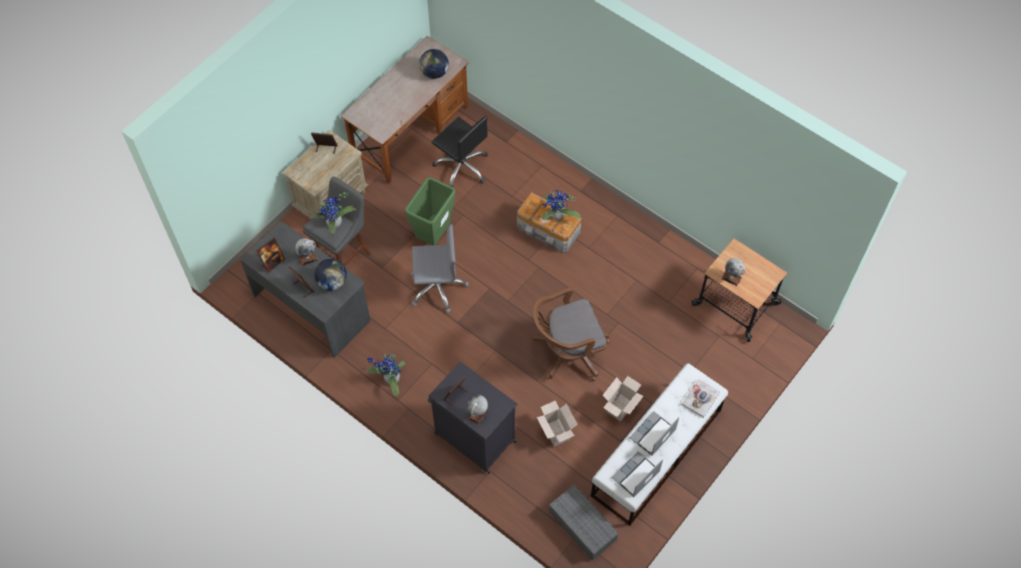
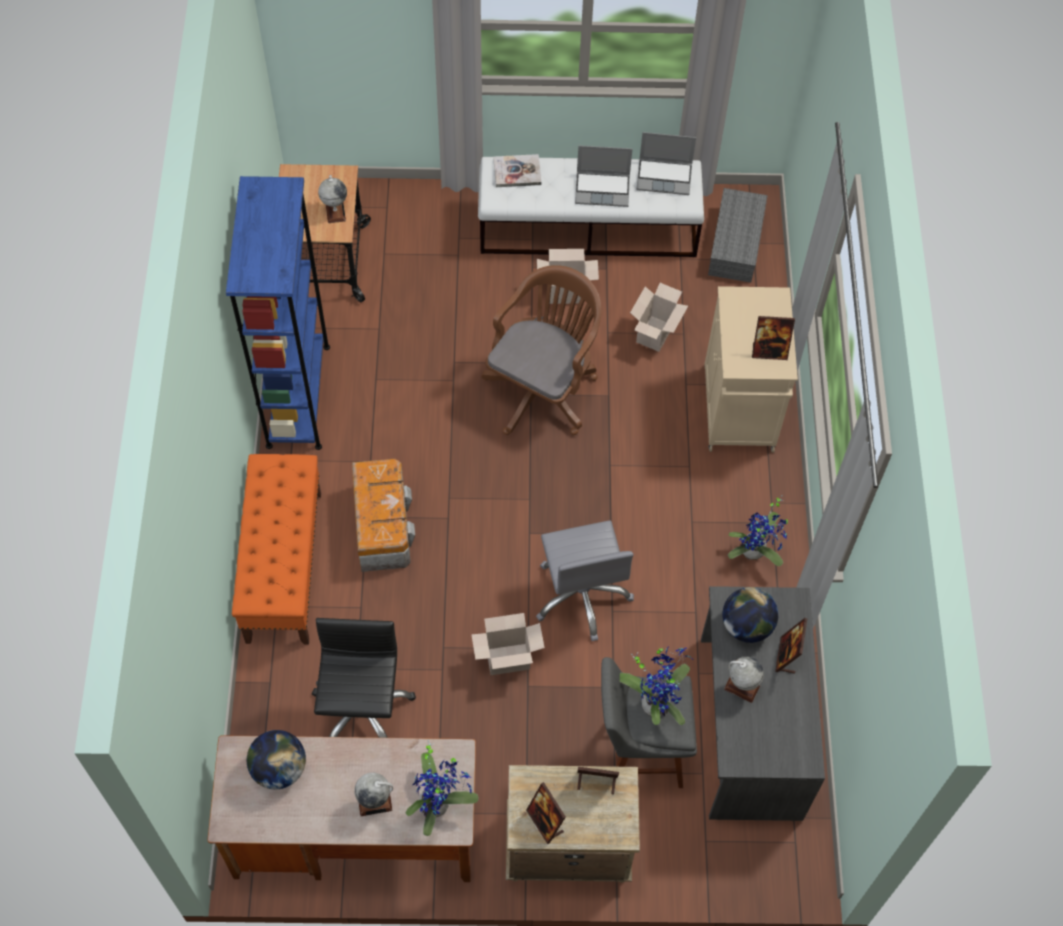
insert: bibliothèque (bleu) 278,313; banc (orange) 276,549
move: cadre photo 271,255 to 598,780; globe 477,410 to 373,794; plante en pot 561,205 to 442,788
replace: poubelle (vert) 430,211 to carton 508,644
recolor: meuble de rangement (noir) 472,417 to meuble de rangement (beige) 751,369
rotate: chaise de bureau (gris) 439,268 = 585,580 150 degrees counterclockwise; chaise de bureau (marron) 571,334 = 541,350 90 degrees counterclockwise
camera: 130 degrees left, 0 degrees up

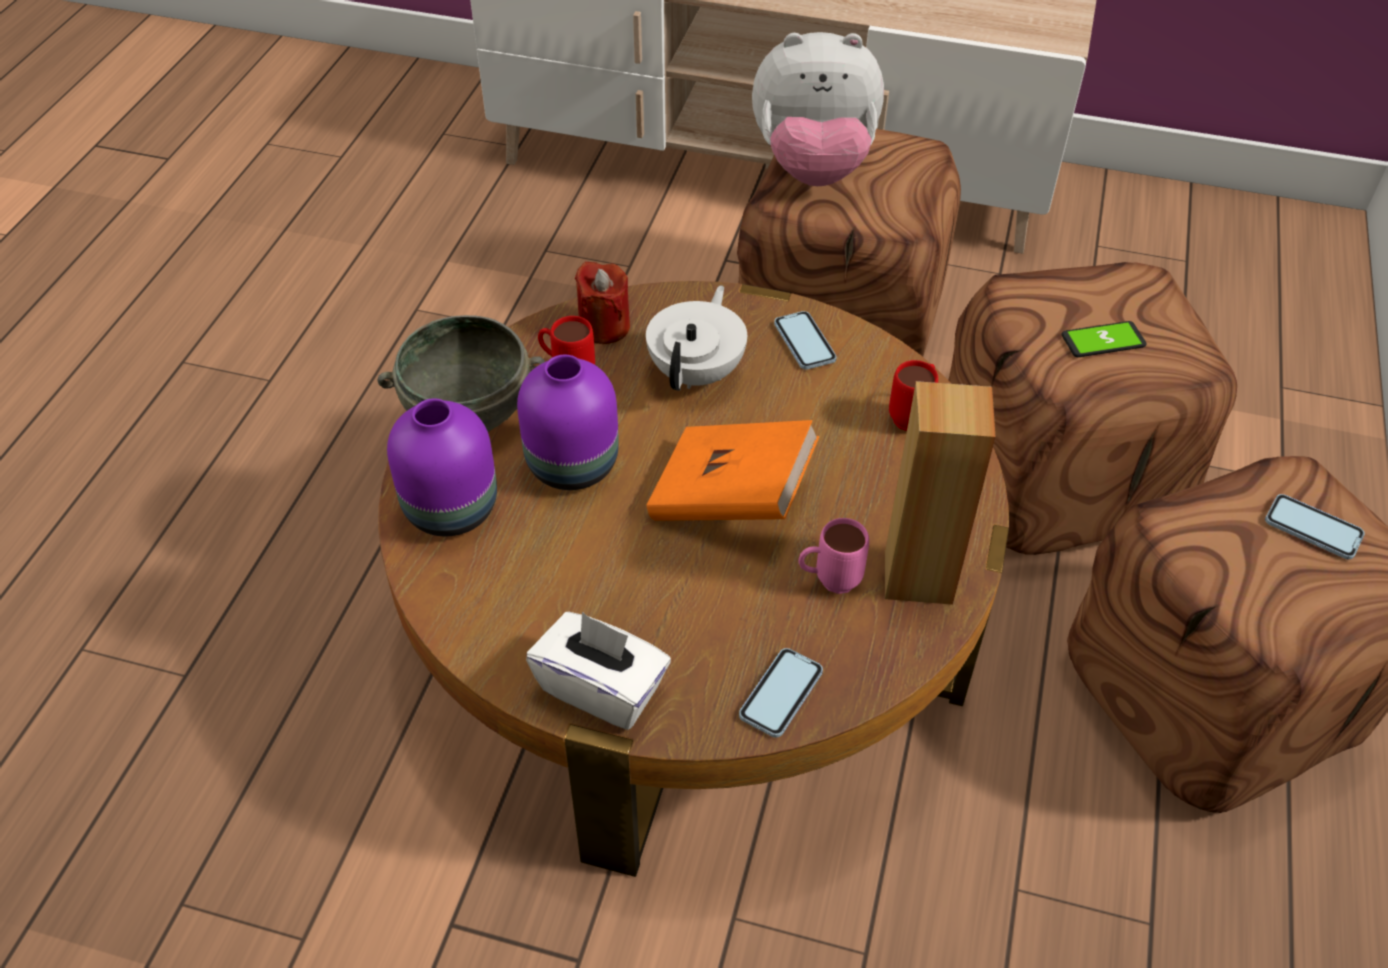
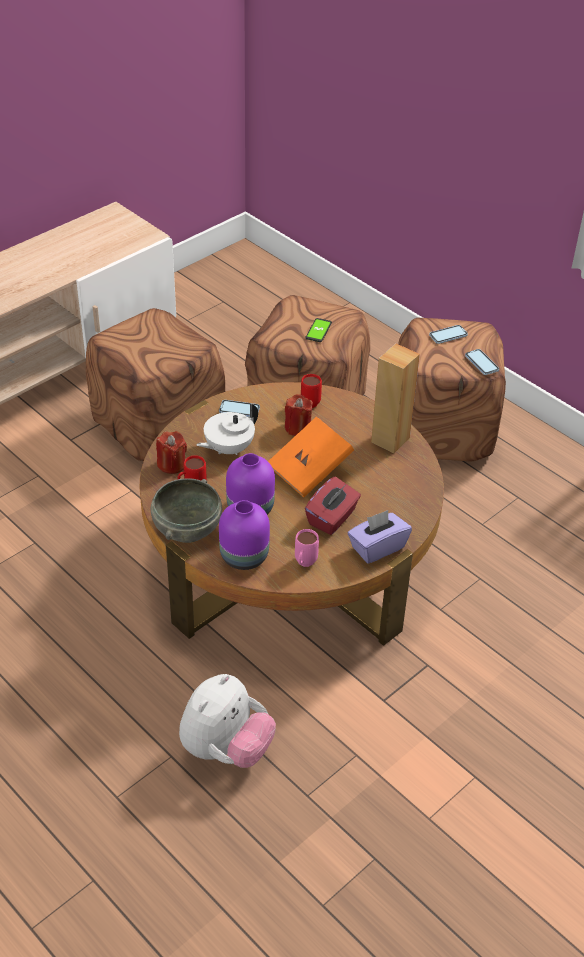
insert: bougie (rouge) 299,415; boîte à mouchoirs (rouge) 333,506
move: téléphone 781,692 to 482,362; peluche 818,109 to 227,721; mug (rose) 834,556 to 307,548
recolor: boîte à mouchoirs (blanc) 598,671 to boîte à mouchoirs (violet) 380,537
rotate: théière (blanc) 696,338 = 227,429 90 degrees counterclockwise
camera: 60 degrees left, 5 degrees down

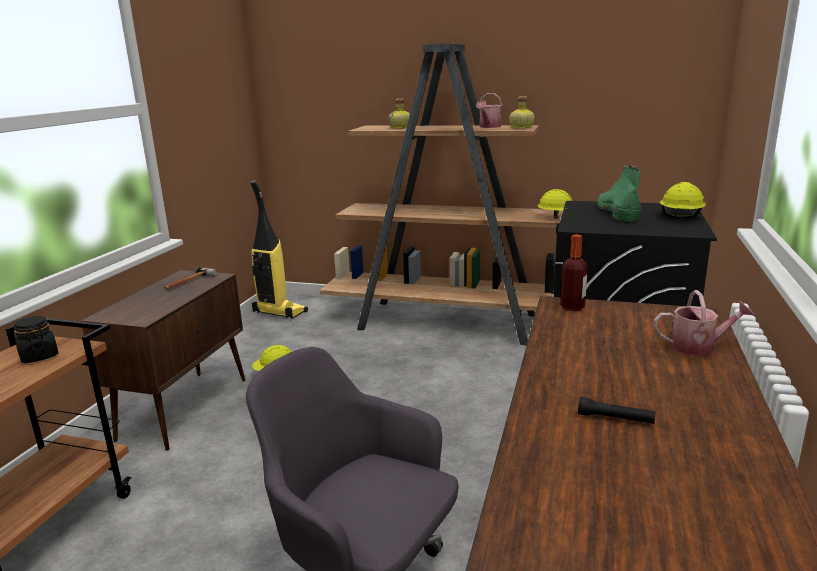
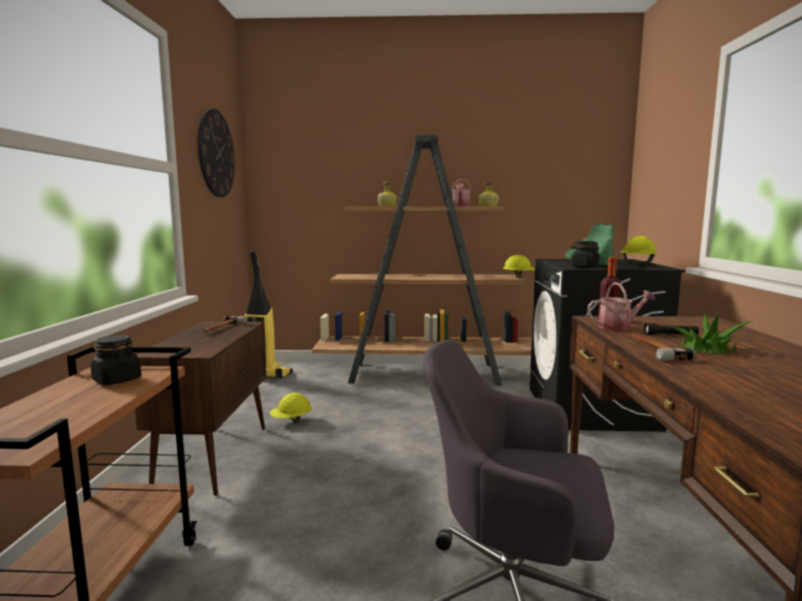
insert: horloge murale 216,152; bocal (noir) 585,254; marteau 664,347; plante en pot 710,333
move: lampe de poche (noir) 616,410 to 671,329; arrosoir 704,323 to 621,307
camera: 15 degrees left, 10 degrees down

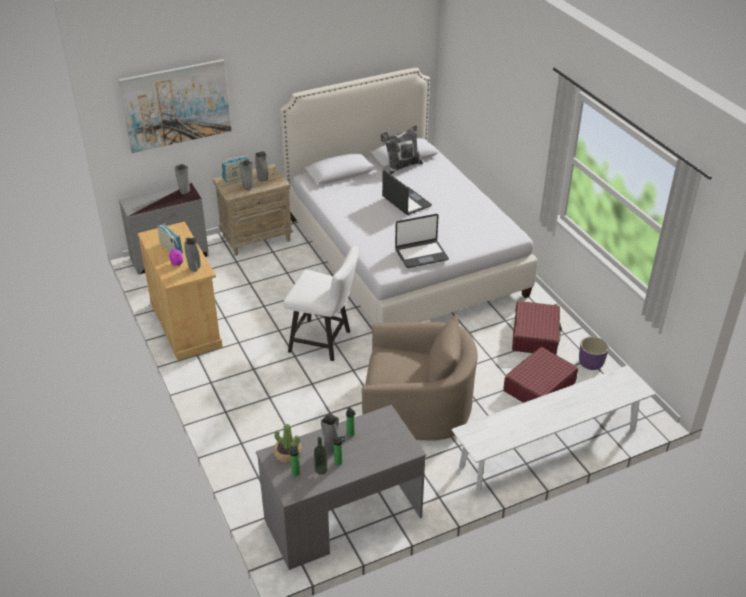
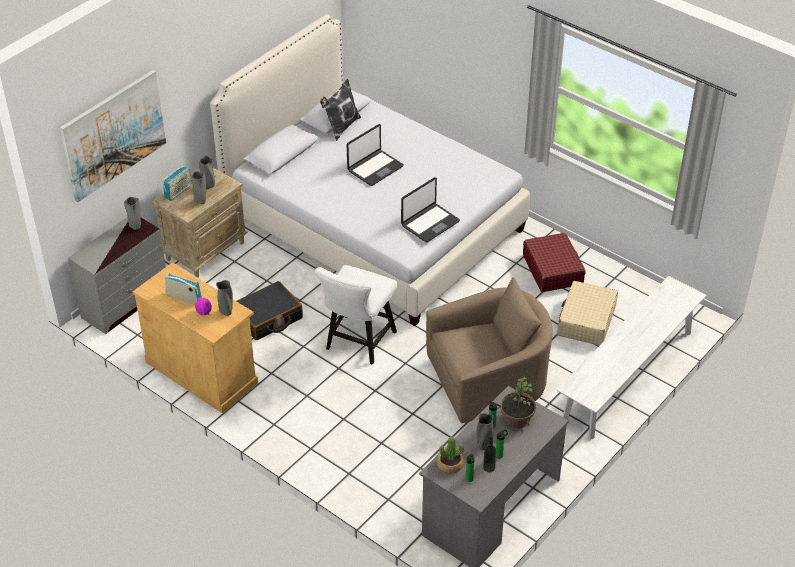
delete: cache-pot (violet) 594,353
insert: valise (noir) 270,310; plante en pot 518,402
recolor: valise (rouge) 541,375 to valise (beige) 587,313
rotate: chaise (blanc) 321,303 = 356,315 120 degrees clockwise; ordinateur portable 407,192 = 375,155 105 degrees clockwise
camera: 25 degrees left, 5 degrees up

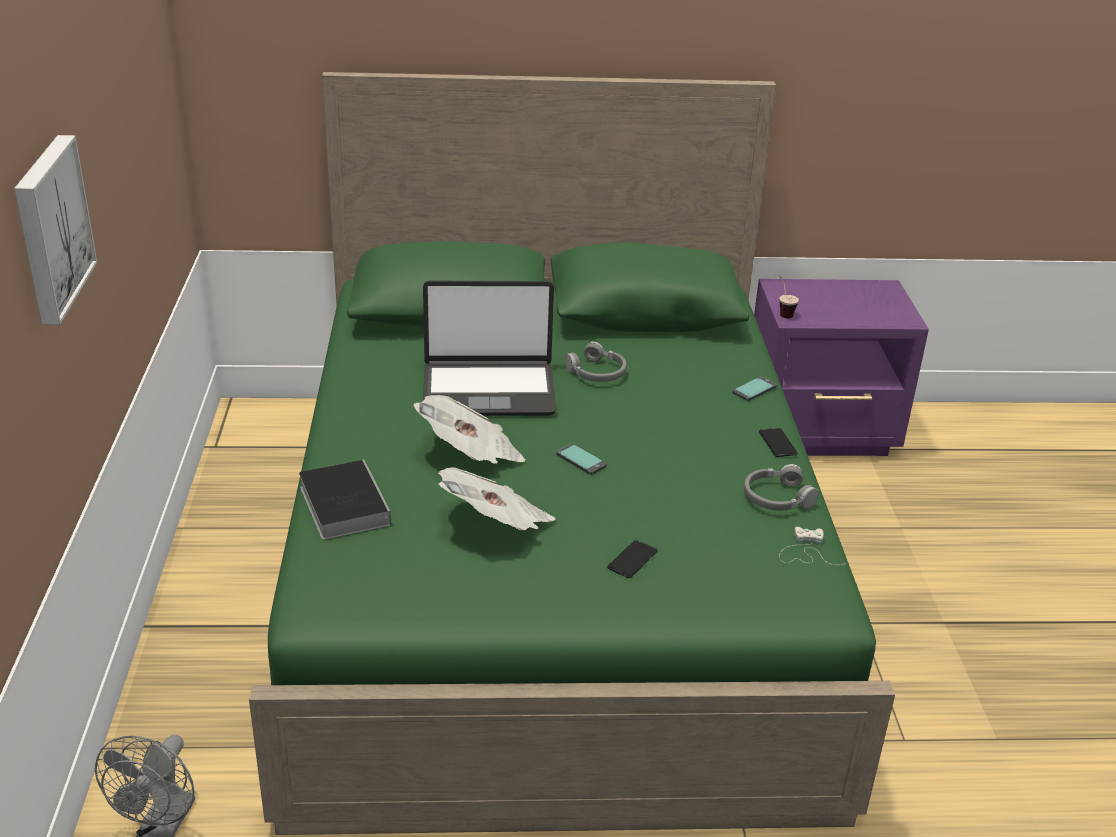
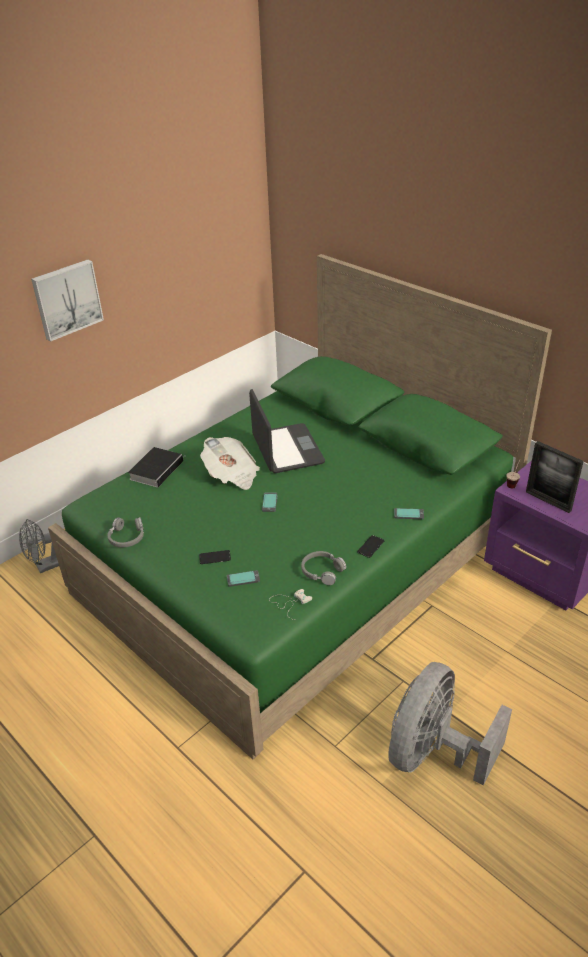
delete: journal 497,499
insert: téléphone 243,578; ventilateur (gris) 450,723; cadre photo 555,477
move: casque audio (gris) 595,361 to 125,532
rotate: ordinateur portable 490,348 = 287,431 150 degrees counterclockwise
camera: 50 degrees right, 5 degrees up

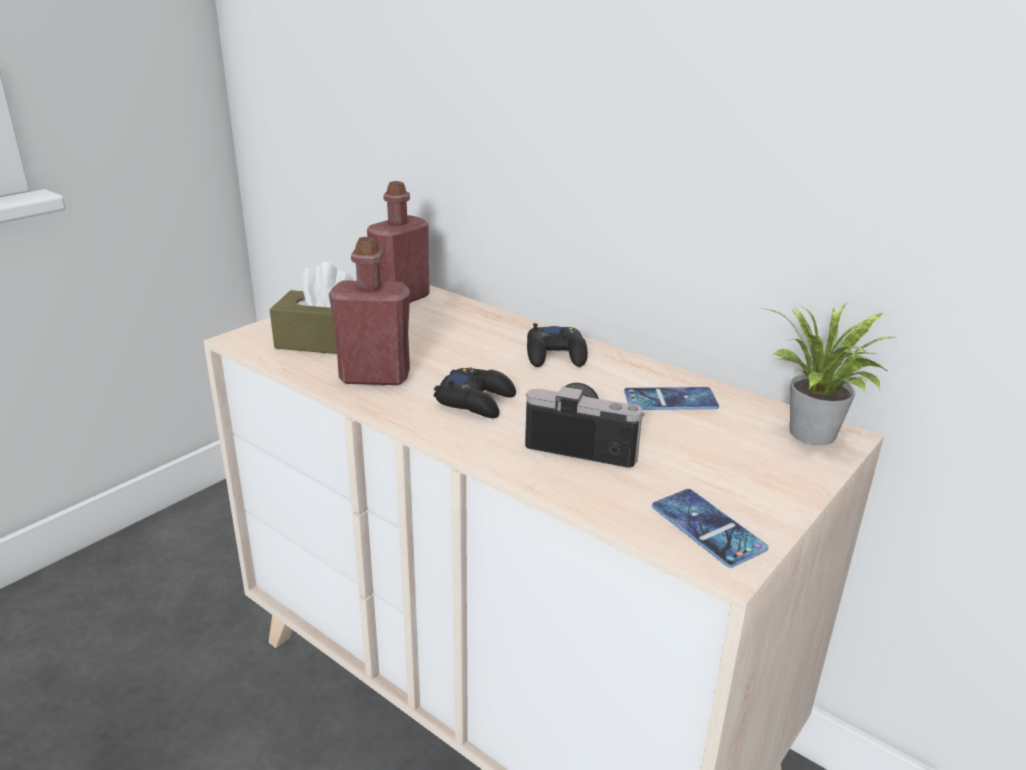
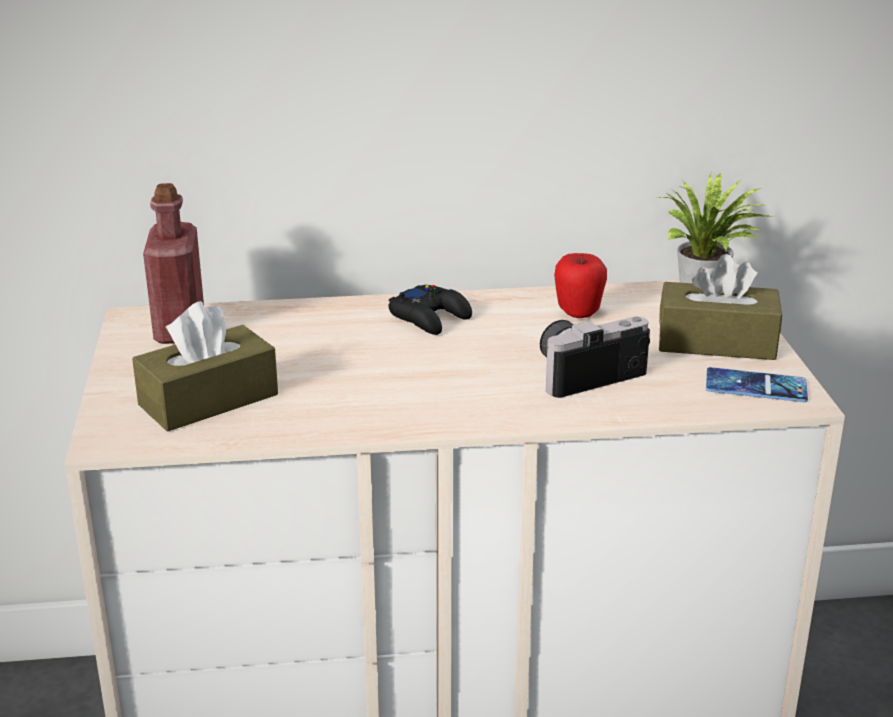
delete: bouteille (rouge) 369,311; manette (noir) 475,392
insert: boîte à mouchoirs (marron) 720,307
replace: téléphone 671,398 to pomme 580,285
camera: 45 degrees left, 0 degrees up

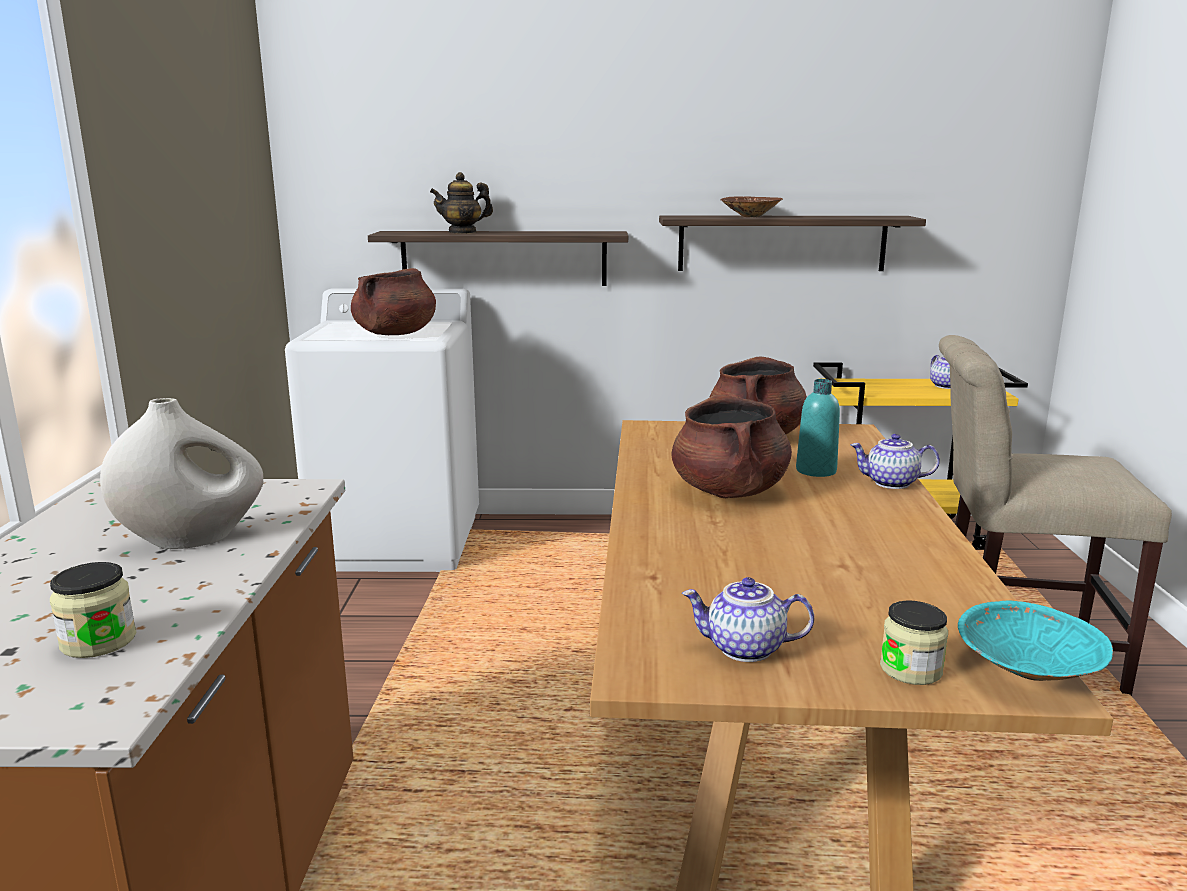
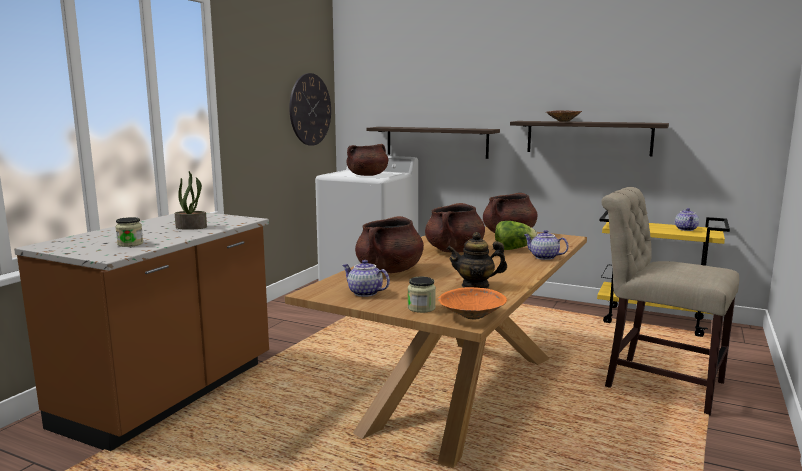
insert: horloge murale 310,109; marmite (marron) 389,244
move: théière 461,203 to 477,260
replace: vase (blanc) 182,473 to plante en pot 191,200; bouteille (turquoise) 818,428 to laitue 516,235
recolor: bol (turquoise) 1035,641 to bol (orange) 472,303
camera: 25 degrees right, 5 degrees down

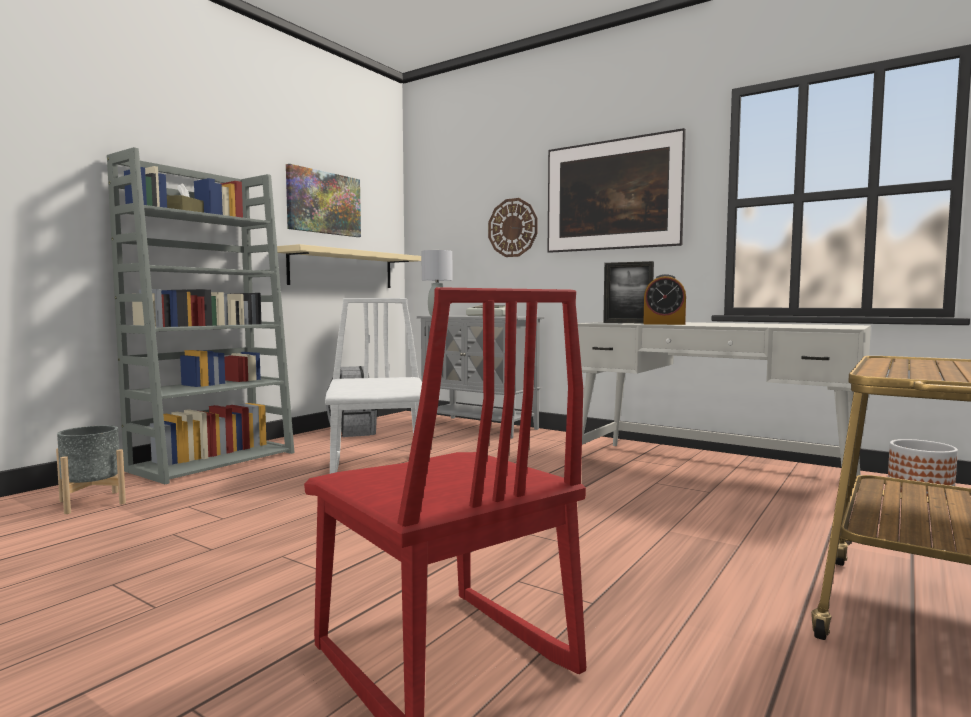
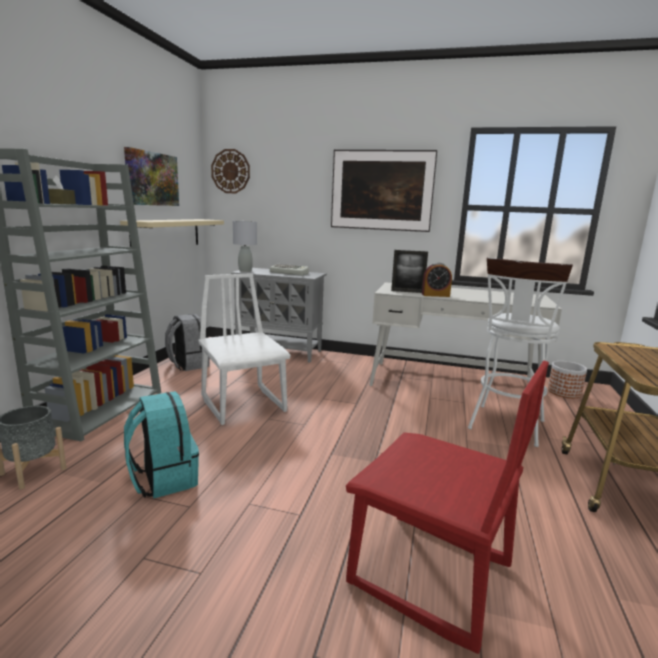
insert: sac à dos (turquoise) 161,444; tabouret (blanc) 520,352
move: horloge murale 513,227 to 230,171
camera: 20 degrees left, 10 degrees up

